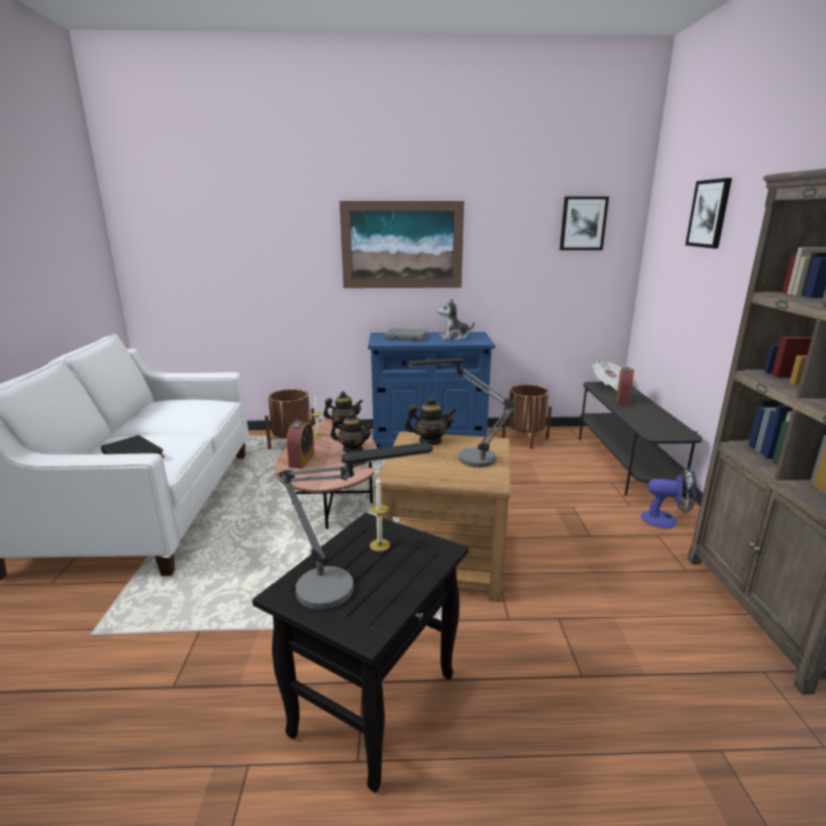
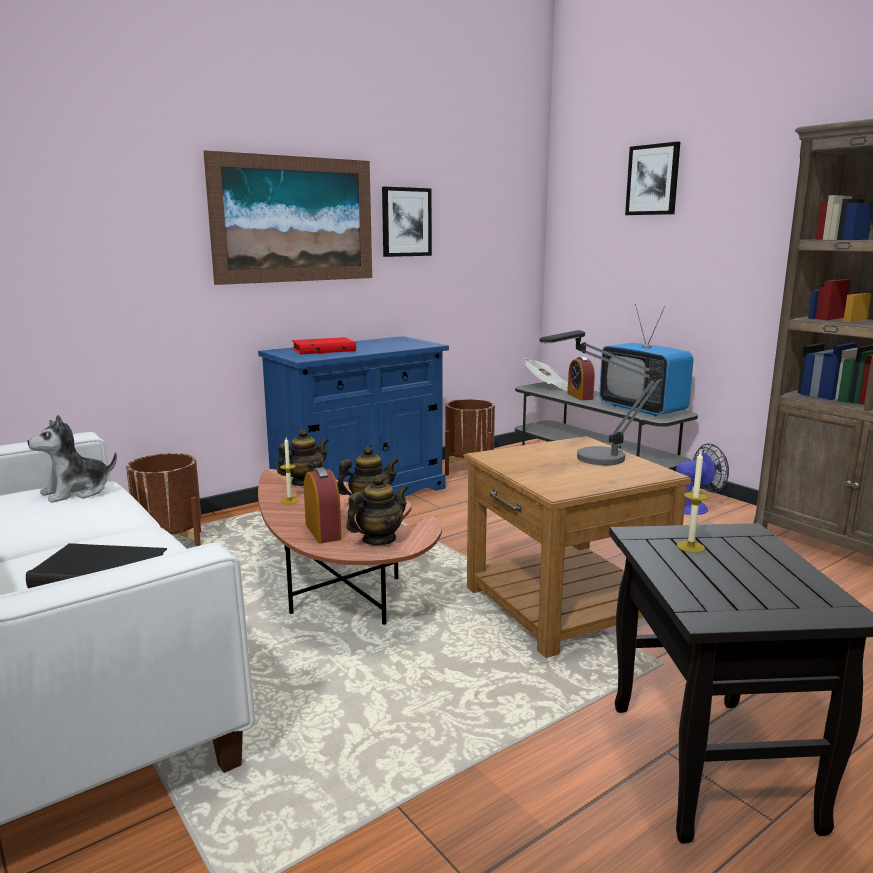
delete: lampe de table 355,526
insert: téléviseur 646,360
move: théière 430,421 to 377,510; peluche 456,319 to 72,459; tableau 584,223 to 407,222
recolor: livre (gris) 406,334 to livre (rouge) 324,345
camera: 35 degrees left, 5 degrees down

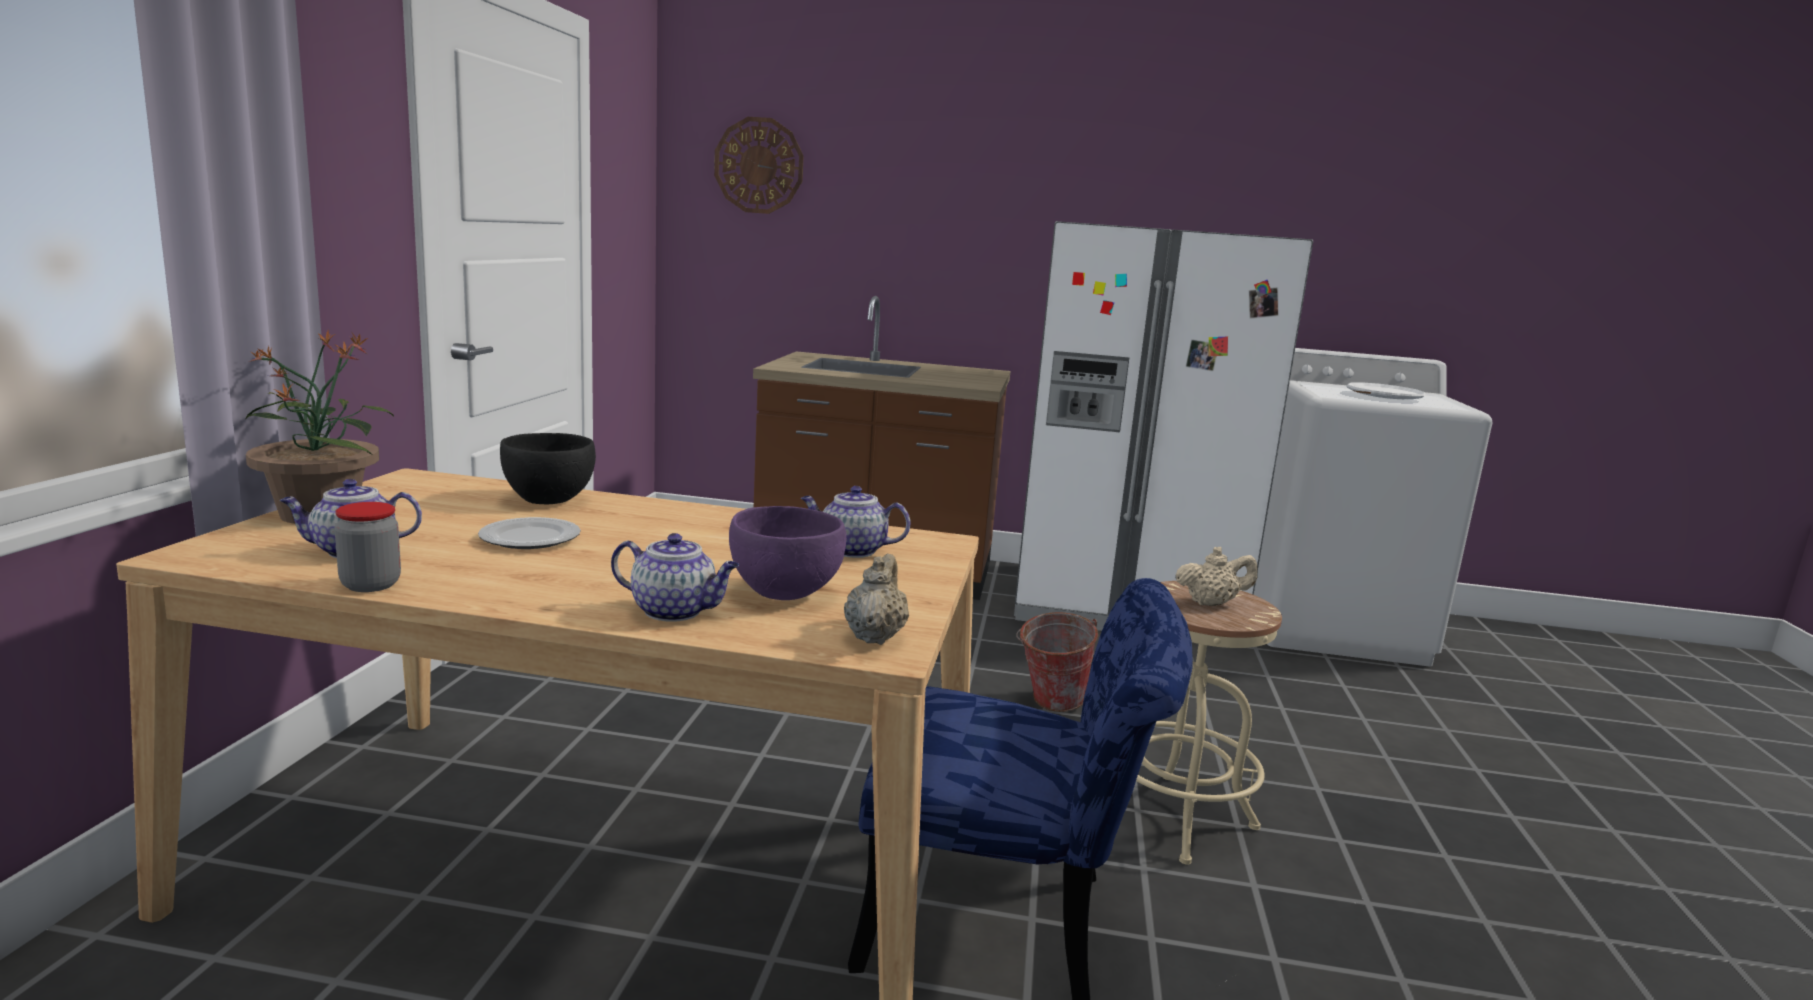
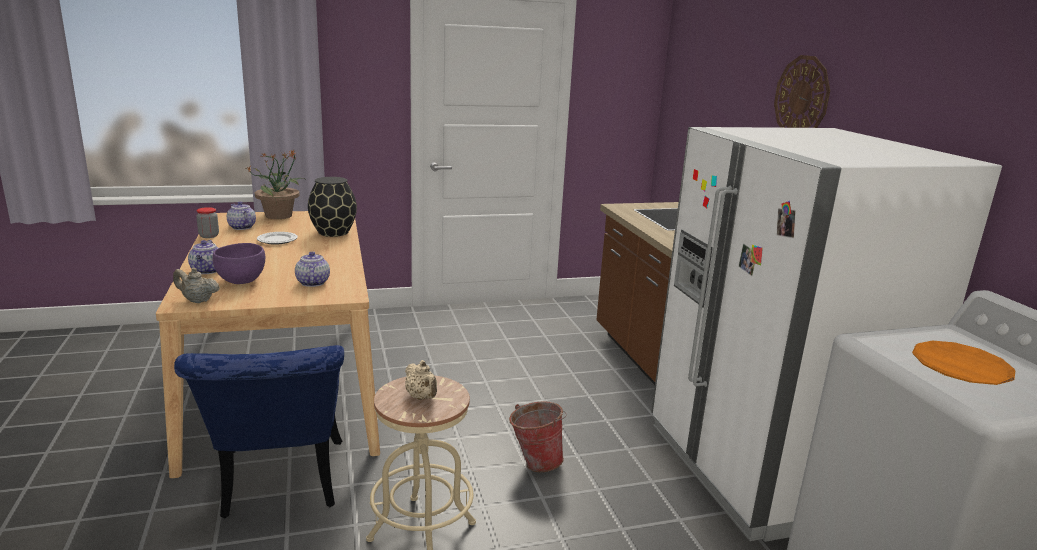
move: horloge murale 759,165 to 802,91
replace: bol (noir) 548,468 to vase (noir) 332,207
recolor: assiette (blanc) 1386,390 to assiette (orange) 963,363
rotate: théière (beige) 876,599 = 196,285 150 degrees counterclockwise
camera: 65 degrees right, 5 degrees up

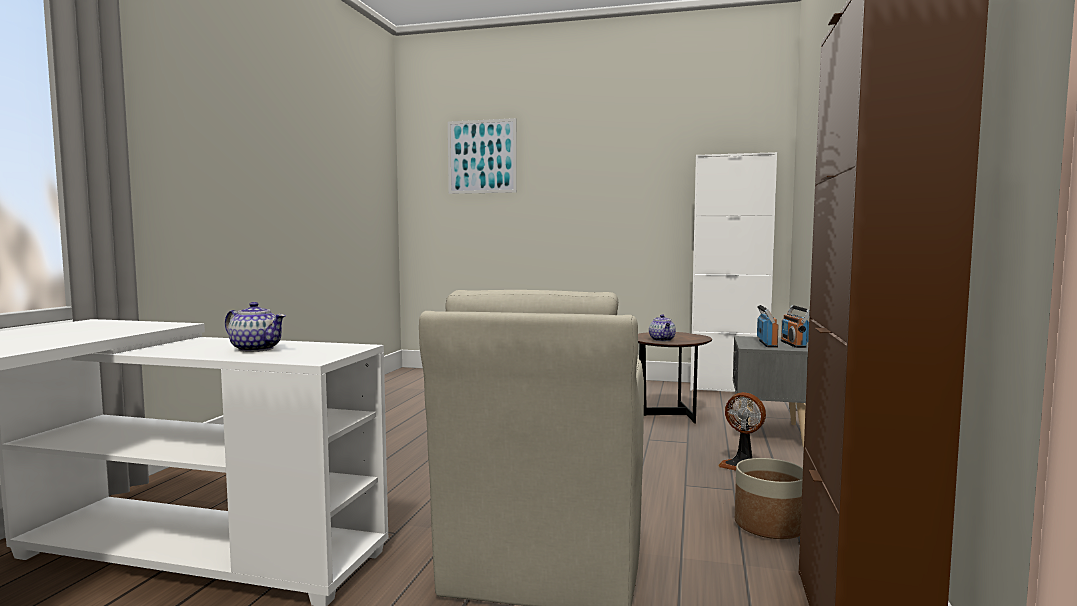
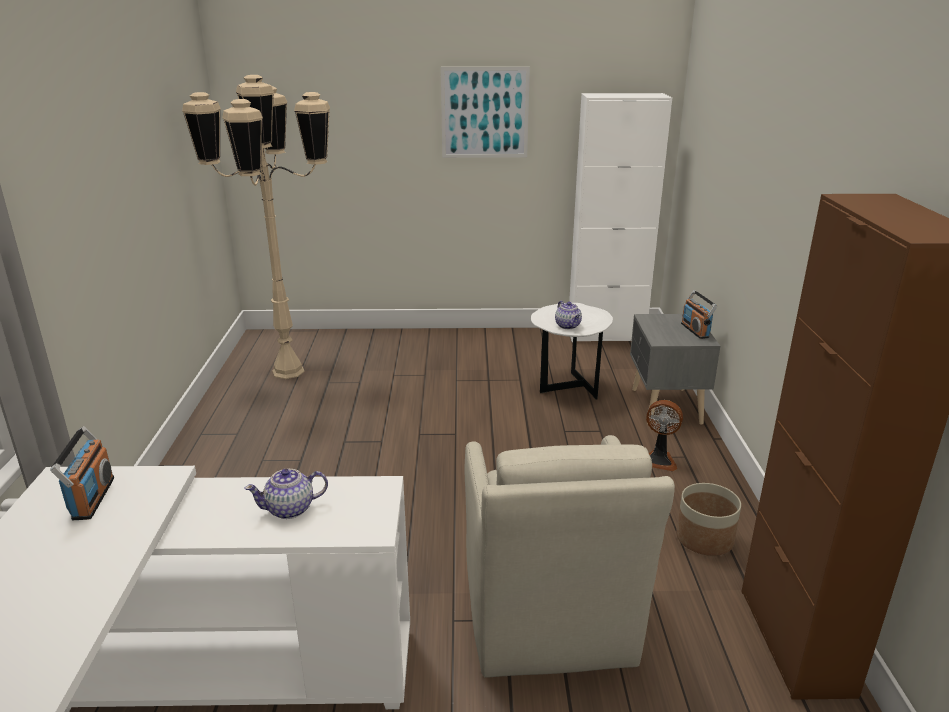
insert: lampadaire (beige) 256,227
move: tableau 482,156 to 485,112; radio 768,326 to 82,473
recolor: table d'appoint (marron) 675,378 to table d'appoint (blanc) 572,351
rotate: théière 255,327 = 286,494 150 degrees clockwise
camera: 15 degrees left, 20 degrees up

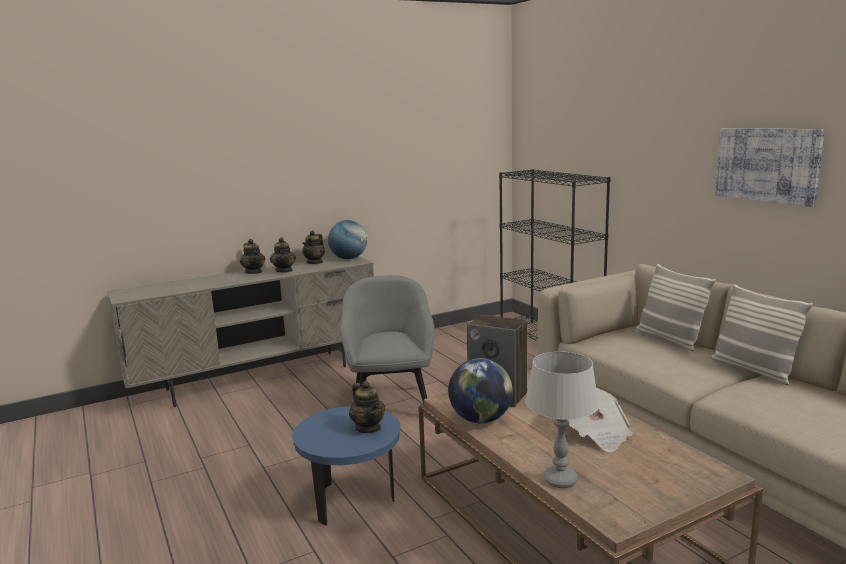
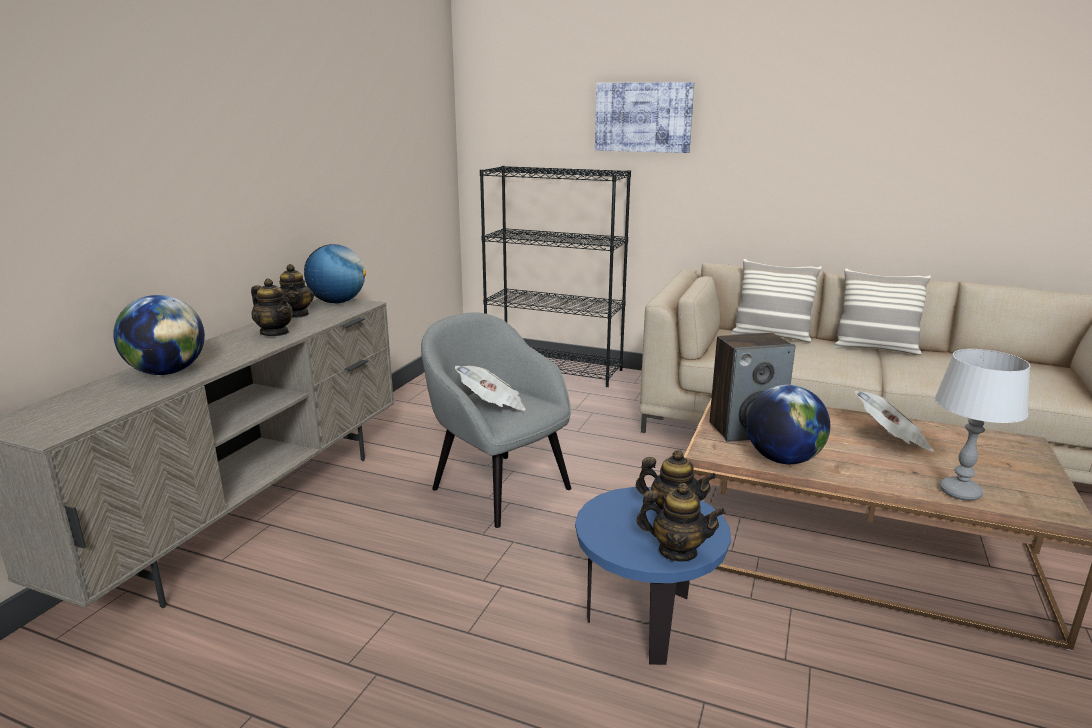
insert: globe 159,335; journal 490,388
move: théière 252,256 to 680,522; tableau 769,167 to 644,117
camera: 40 degrees left, 5 degrees up

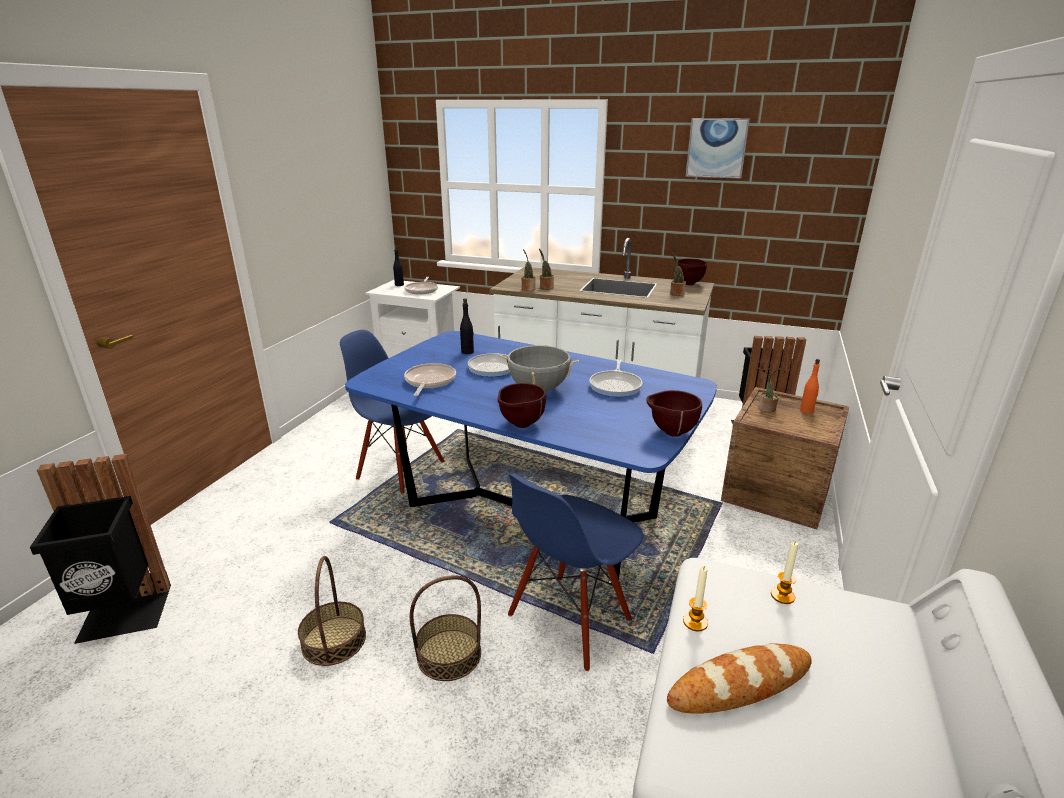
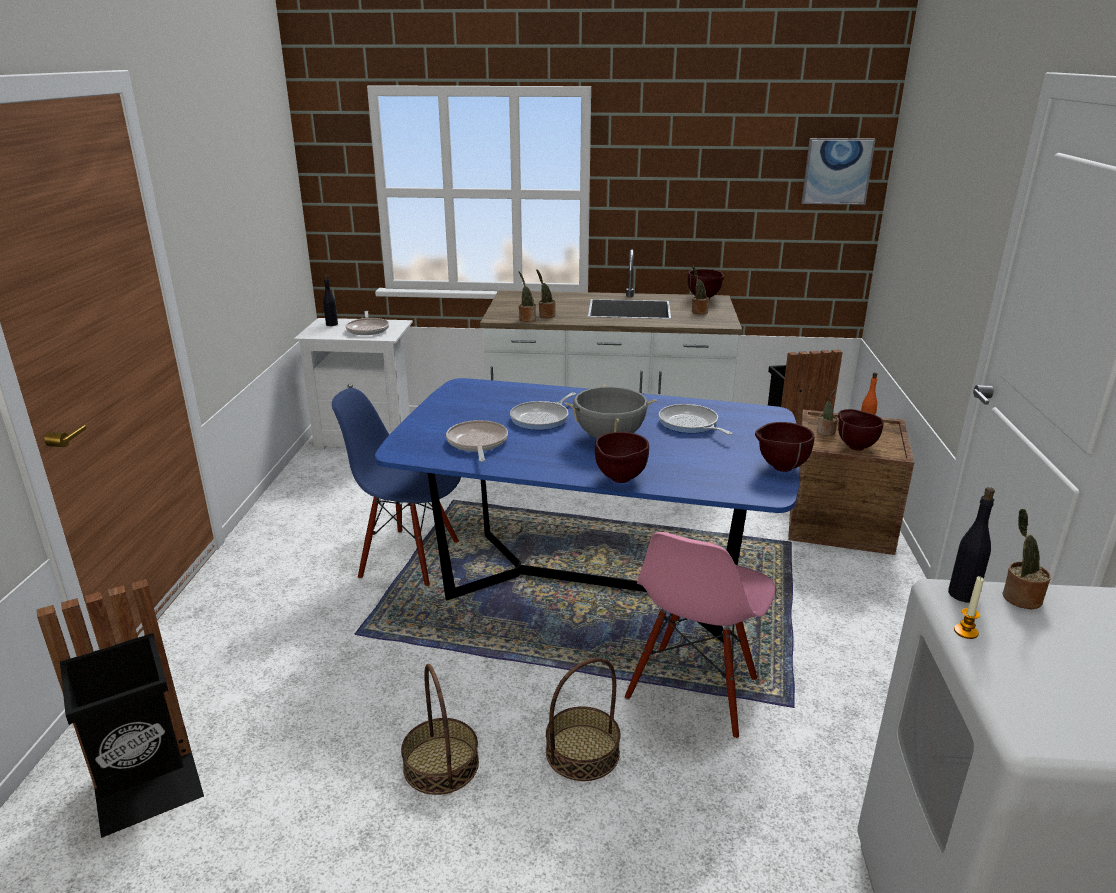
delete: pain 739,678
insert: bol (marron) 860,430
move: bouteille (noir) 467,326 to 971,544; tableau 718,148 to 839,171
replace: bougie 785,572 to plante en pot 1026,559
recolor: chaise (bleu) 576,573 to chaise (rose) 700,635
rotate: poêle 616,378 = 696,419 150 degrees clockwise
camera: 15 degrees left, 0 degrees up

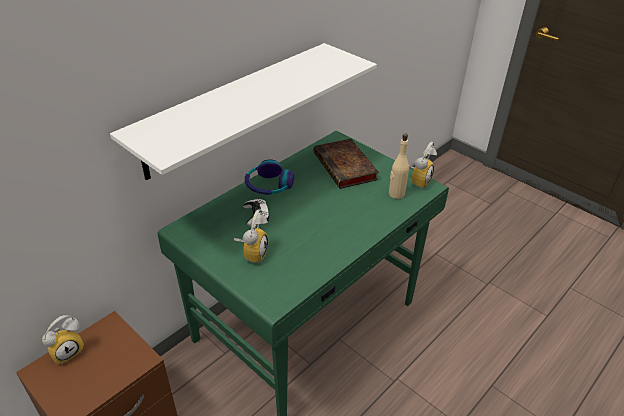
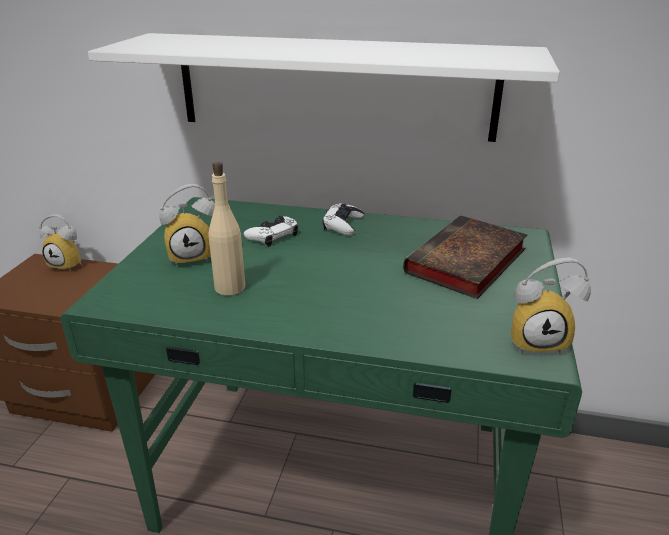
move: bouteille (beige) 399,166 to 227,229
replace: casque audio 269,177 to manette (blanc) 343,219
camera: 60 degrees right, 10 degrees down

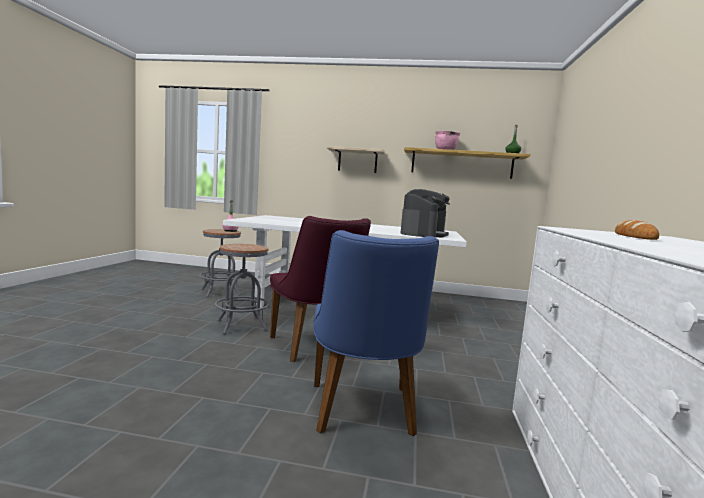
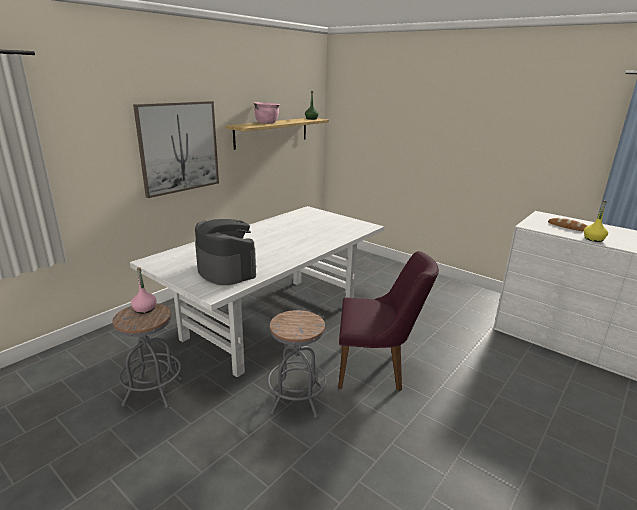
delete: chaise (bleu) 376,333
insert: bouteille (jaune) 596,221
move: machine à café 425,213 to 225,252
replace: étagère (beige) 356,159 to tableau 176,149
camera: 60 degrees left, 15 degrees up

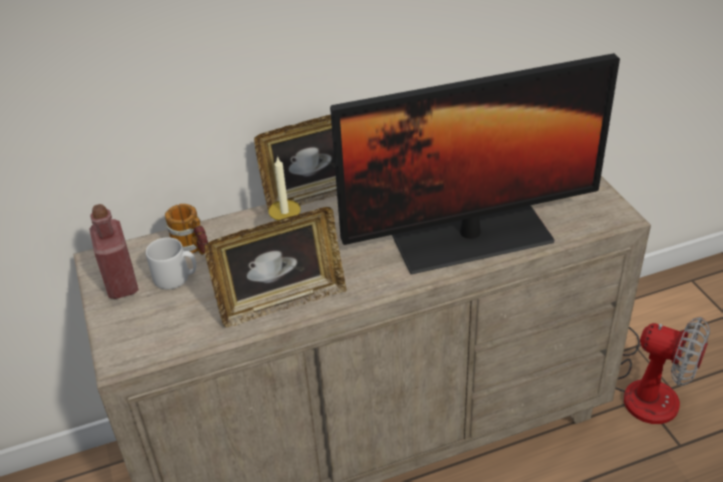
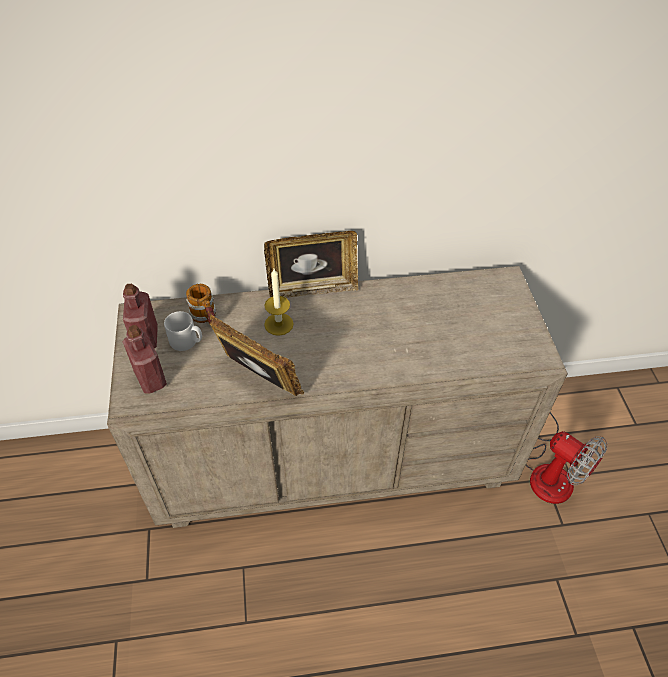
delete: écran d'ordinateur 475,164
insert: bouteille (rouge) 145,359
rotate: cadre photo 275,267 = 257,354 135 degrees counterclockwise
camera: 10 degrees right, 10 degrees up

